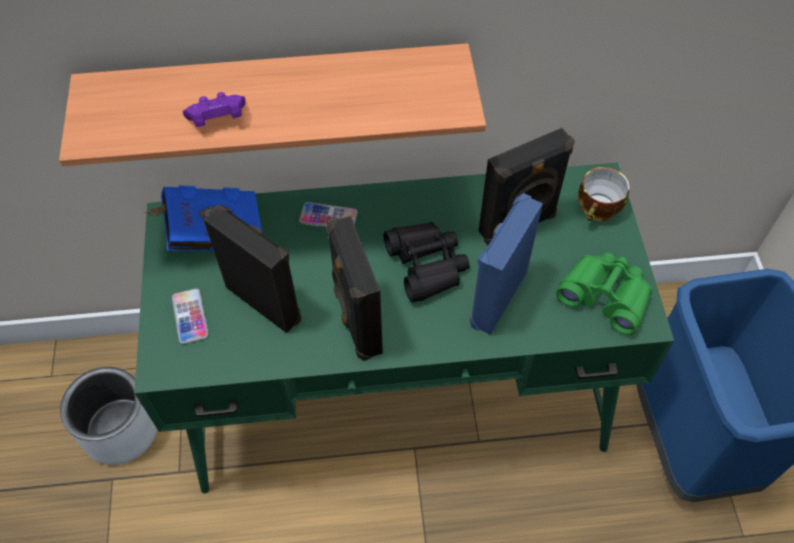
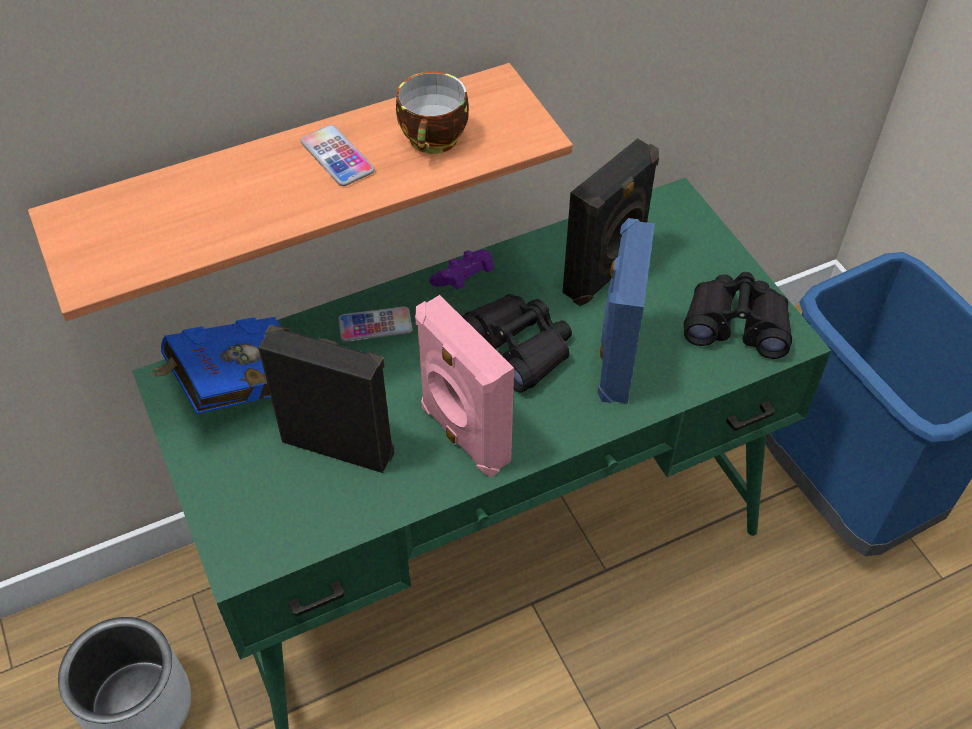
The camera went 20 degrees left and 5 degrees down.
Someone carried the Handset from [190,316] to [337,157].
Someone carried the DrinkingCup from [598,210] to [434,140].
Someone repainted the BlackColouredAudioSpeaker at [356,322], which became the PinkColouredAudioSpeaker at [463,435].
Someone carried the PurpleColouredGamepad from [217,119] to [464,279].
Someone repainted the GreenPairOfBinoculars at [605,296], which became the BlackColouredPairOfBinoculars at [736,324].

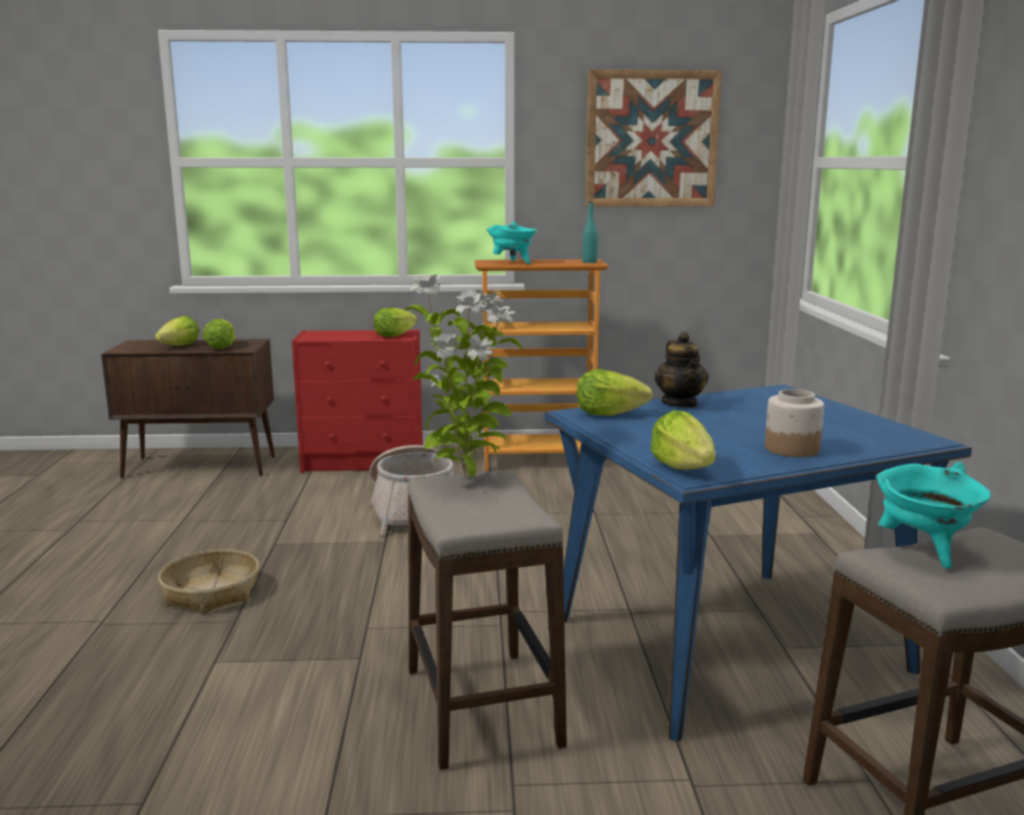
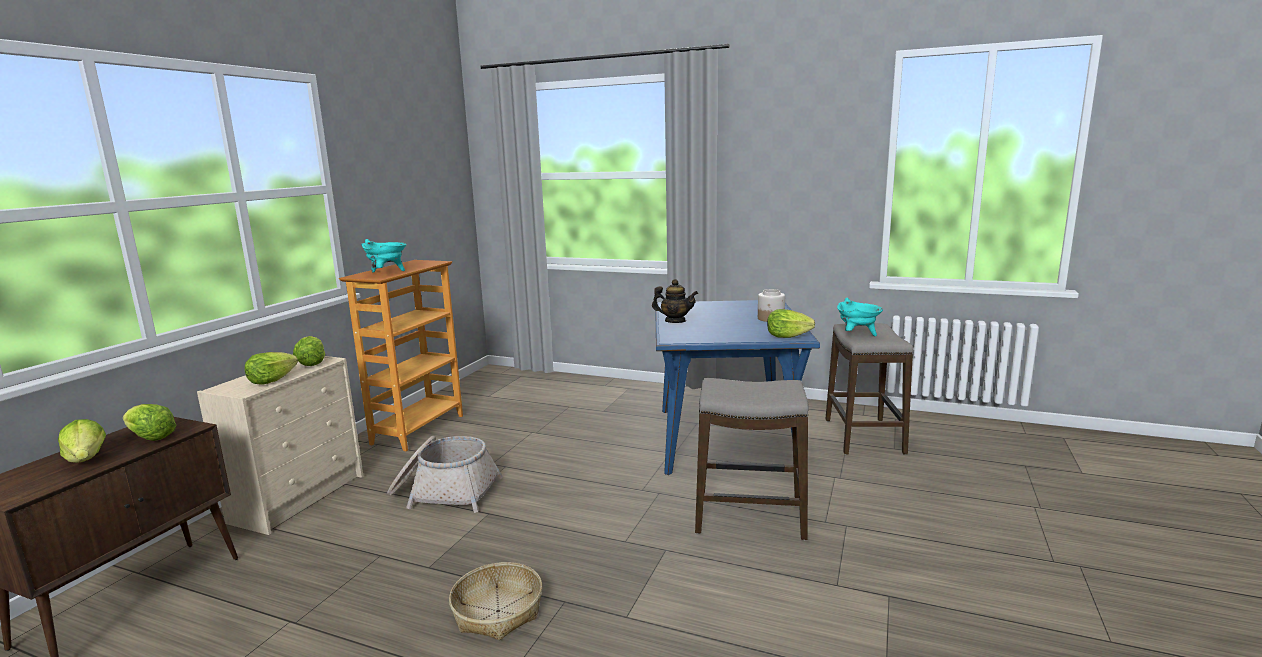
The camera went 65 degrees left and 0 degrees up.
Someone repainted the RedDrawerChest at [365,463], which became the BeigeColouredDrawerChest at [300,497].
Someone carried the HeadOfLettuce from [608,414] to [271,381].
Someone took away the PlantInAPot at [466,479].
Someone took away the BlueGreenBeverageBottle at [589,262].
Someone took away the WallArt at [651,139].

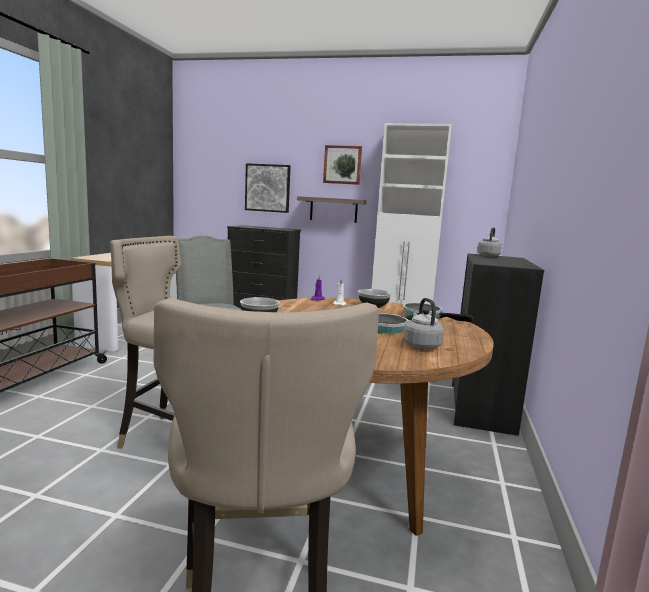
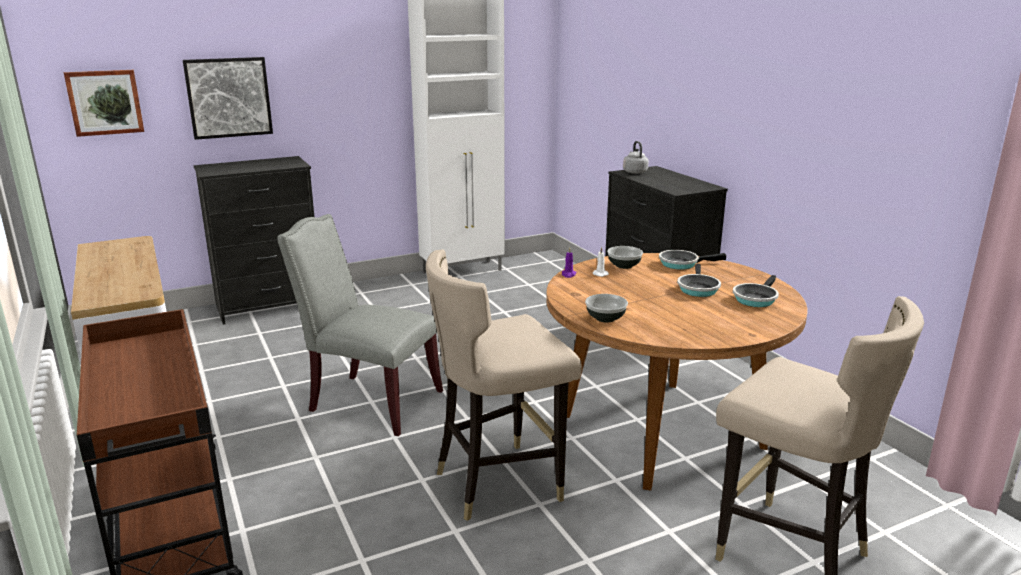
The camera went 40 degrees left and 10 degrees up.
Someone carried the WallArt from [342,165] to [105,102].
Someone swapped the GreyTeaKettle at [421,345] for the Pan at [755,298].
Someone took away the WallShelf at [333,209].

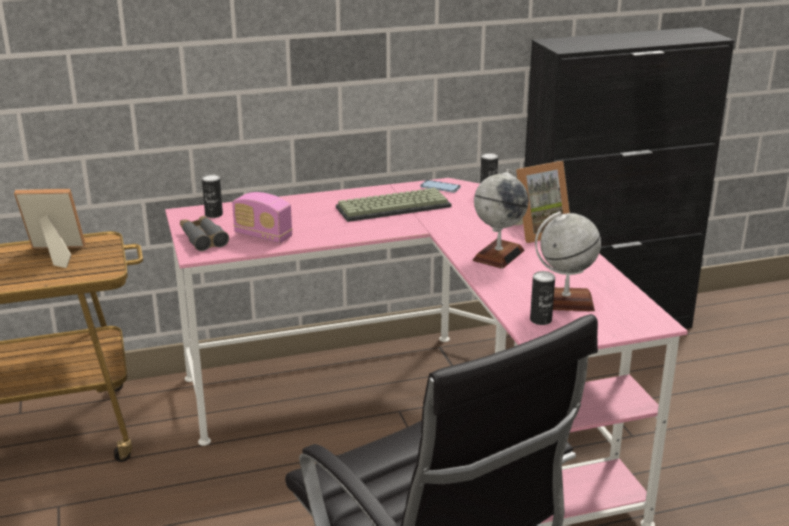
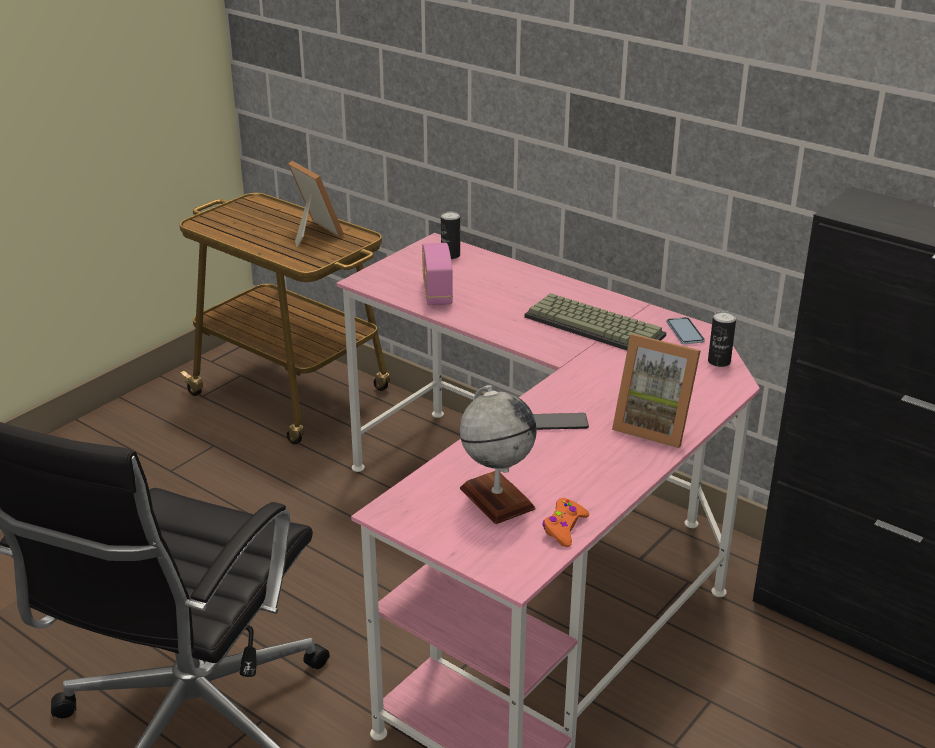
The camera went 55 degrees right and 5 degrees up.
Someone swapped the DeskGlobe at [498,255] for the Handset at [559,422].
Someone put down the OrangeGamepad at [564,528].
Someone took away the GreyPairOfBinoculars at [203,238].
Someone took away the MetalCan at [540,320].

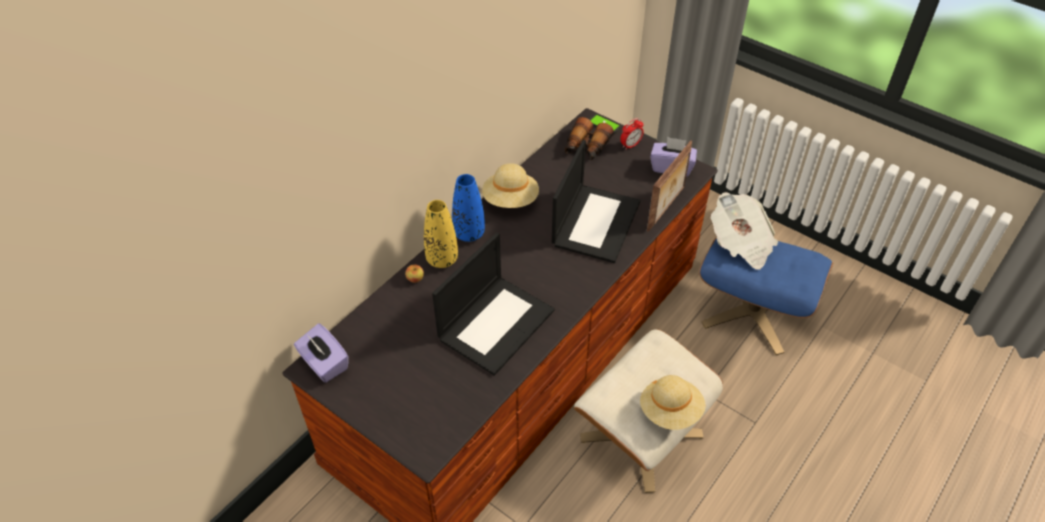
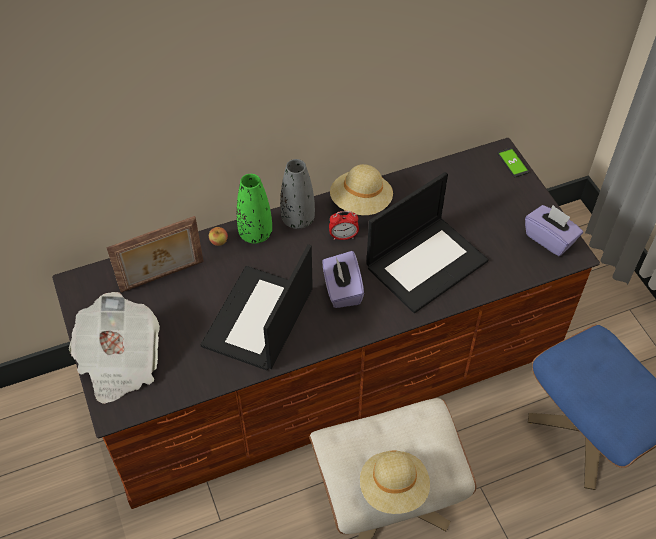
The camera went 30 degrees right and 5 degrees up.
Someone carried the PrintedPaper from [741,243] to [119,362].
Someone carried the PictureFrame from [666,209] to [163,277].
Someone rotated the PortableComputer at [496,323] by 135 degrees clockwise.
Someone repainted the YellowVase at [442,259], which became the GreenVase at [255,234].
Someone repainted the BlueVase at [469,233], which became the GreyVase at [298,219].
Someone carried the PurpleColouredBoxOfTissues from [324,364] to [342,290].
Someone carried the BedsideClock from [630,145] to [343,237].
Someone took away the PairOfBinoculars at [586,147].

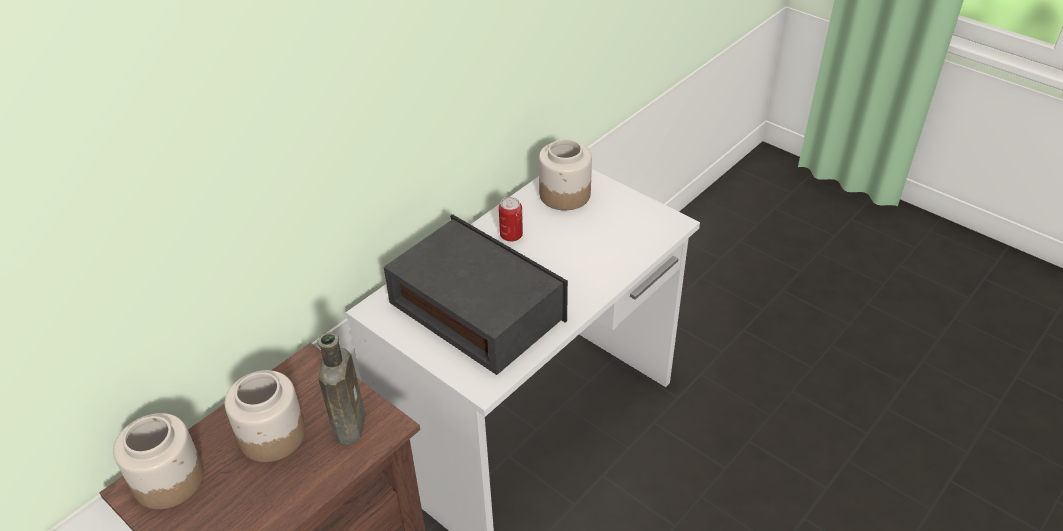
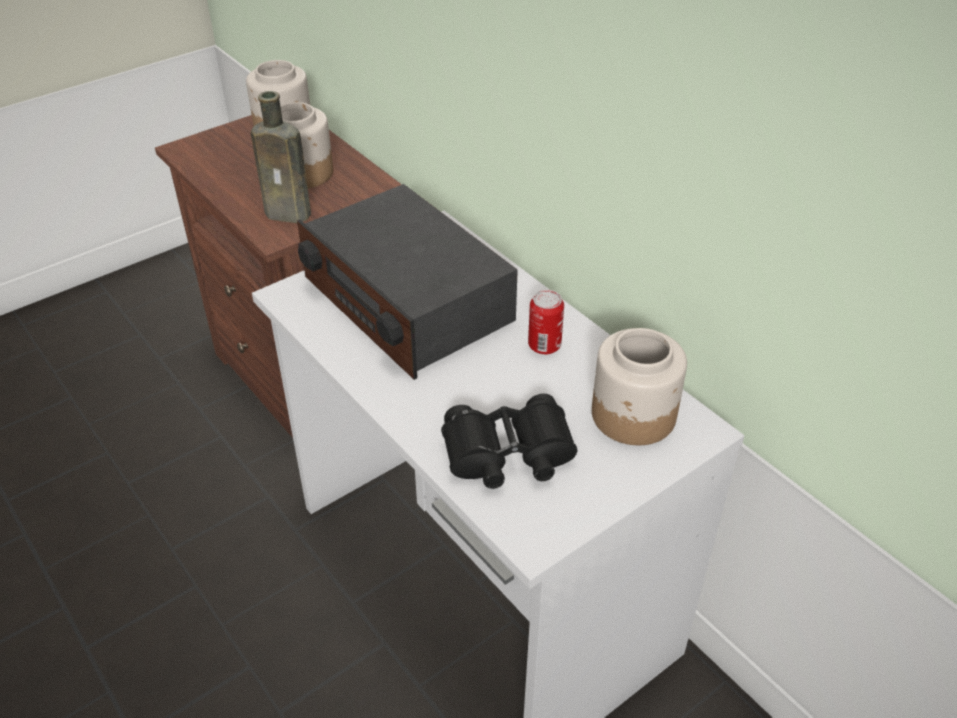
The camera went 100 degrees right and 0 degrees up.
Someone rotated the RadioSet at [477,311] by 90 degrees clockwise.
Someone put down the BlackColouredPairOfBinoculars at [508,455].

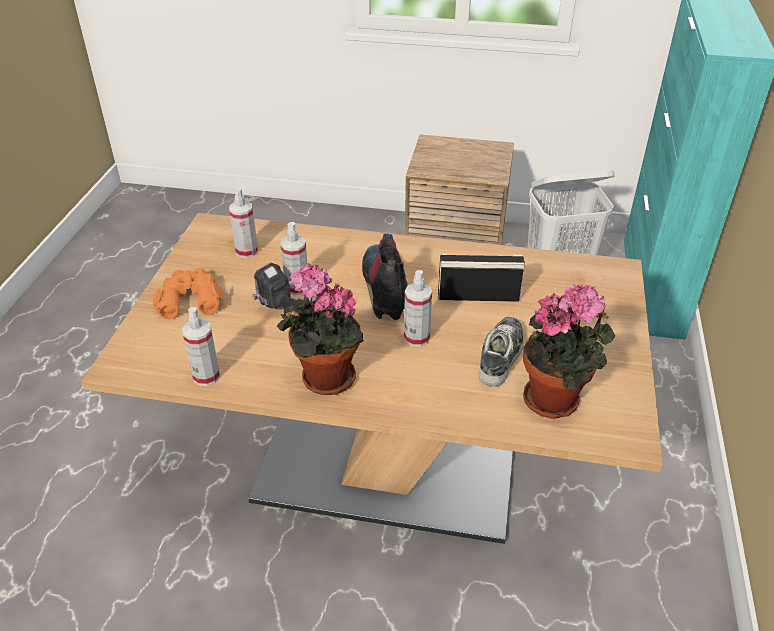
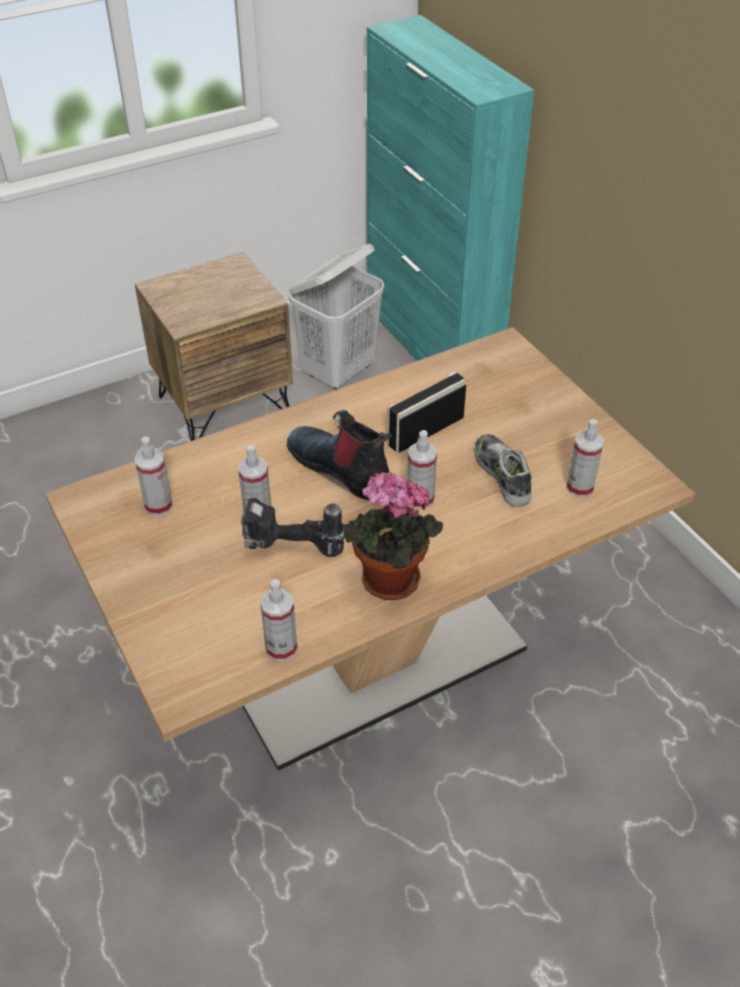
The camera went 40 degrees left and 5 degrees up.
Someone swapped the PlantInAPot at [556,400] for the HandSprayer at [580,487].
Someone took away the OrangePairOfBinoculars at [190,298].

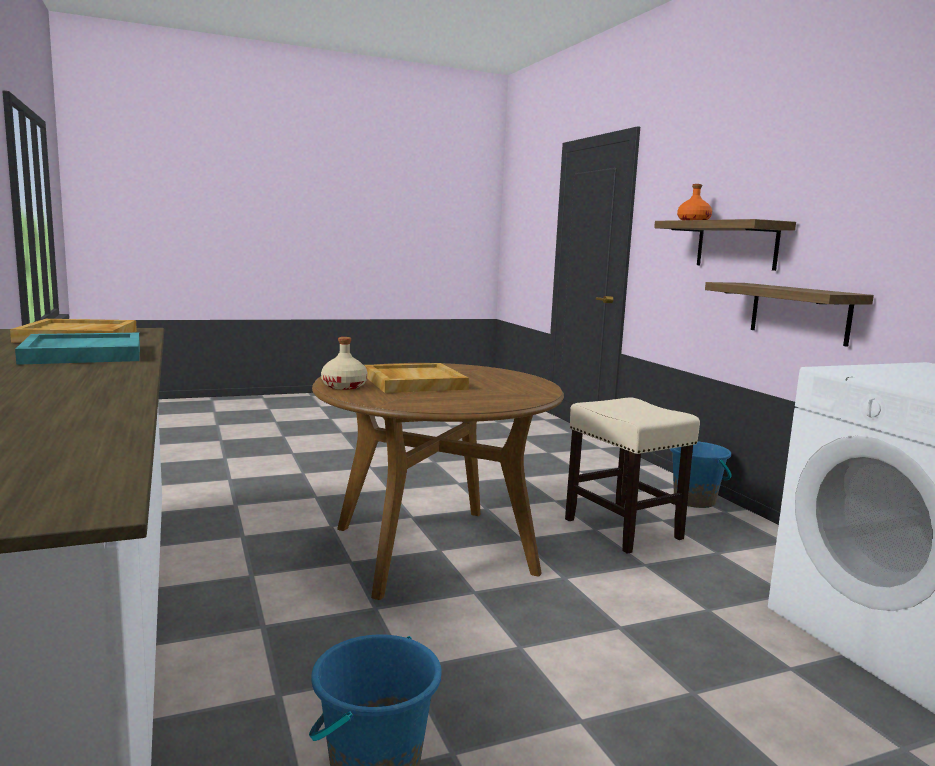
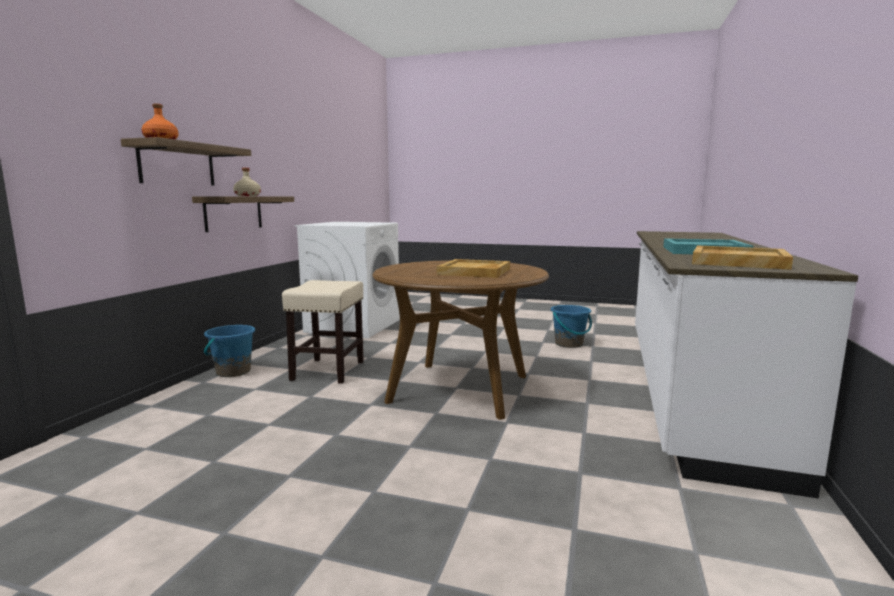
The camera went 140 degrees left and 0 degrees up.
Someone carried the BeigeColouredBeverageBottle from [344,386] to [247,196].

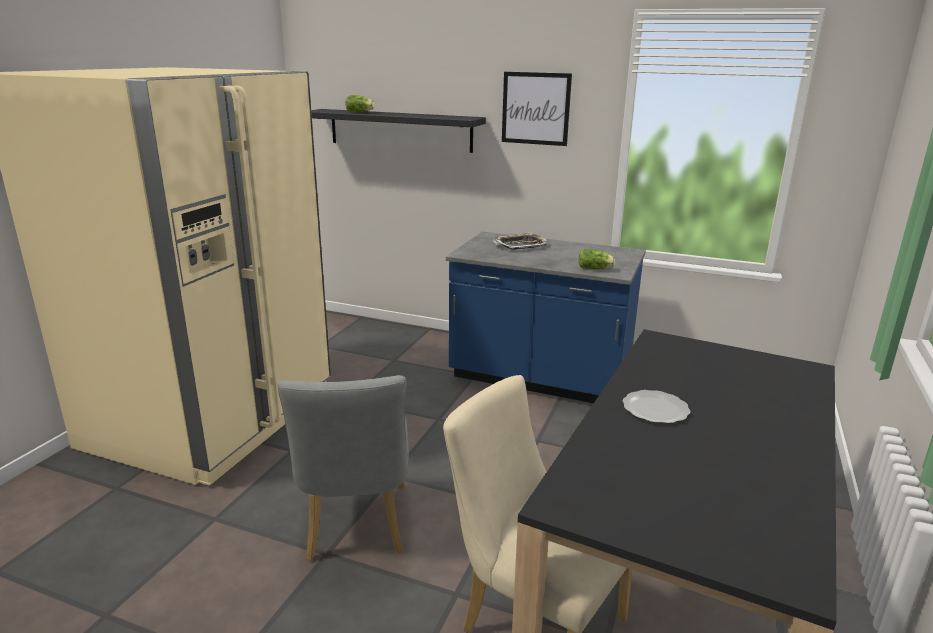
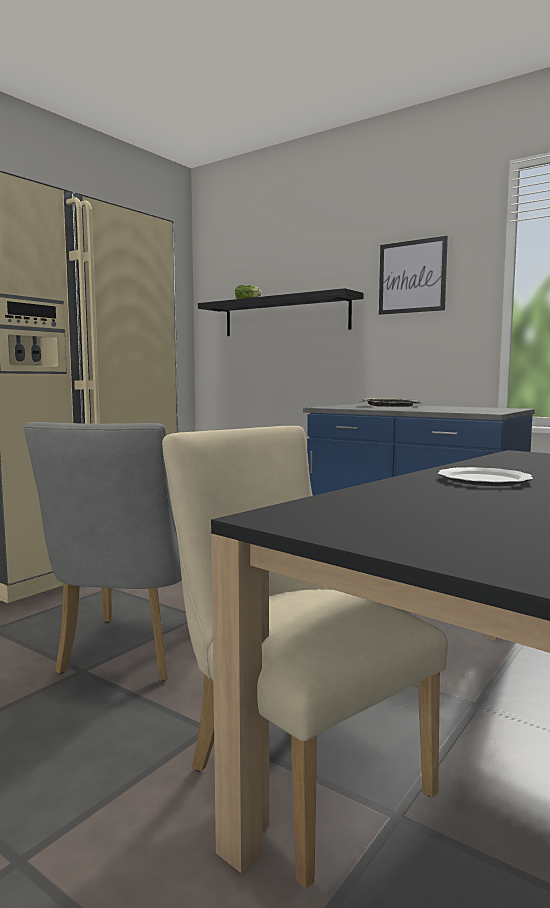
The camera went 15 degrees right and 15 degrees down.
Someone took away the HeadOfLettuce at [596,269].

